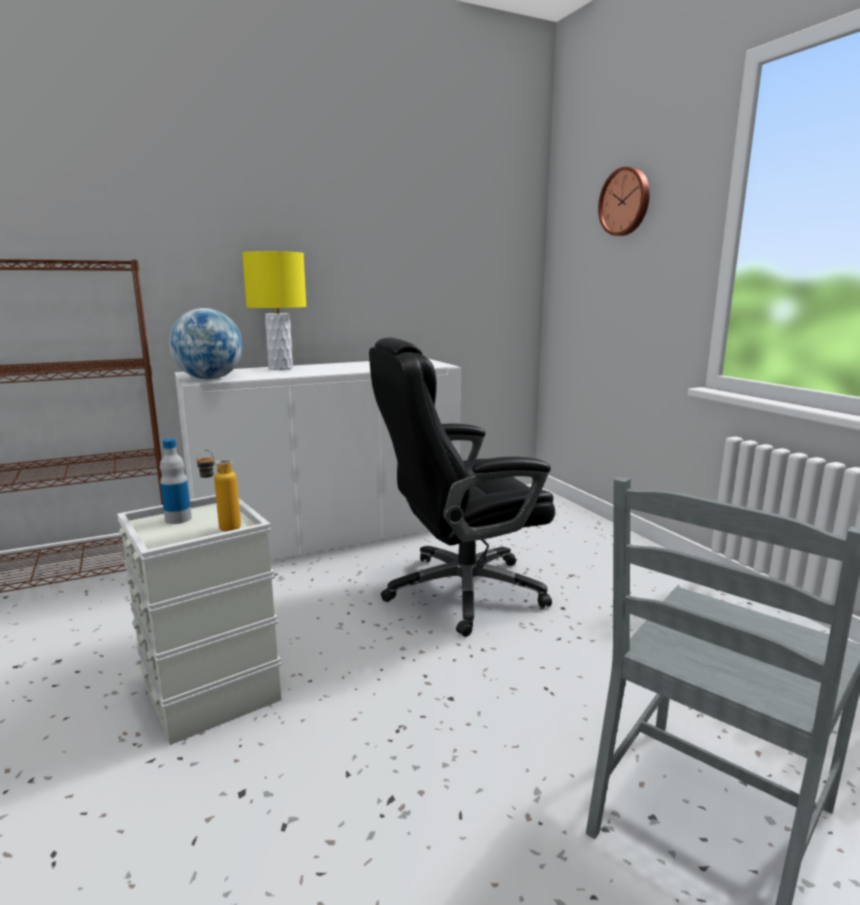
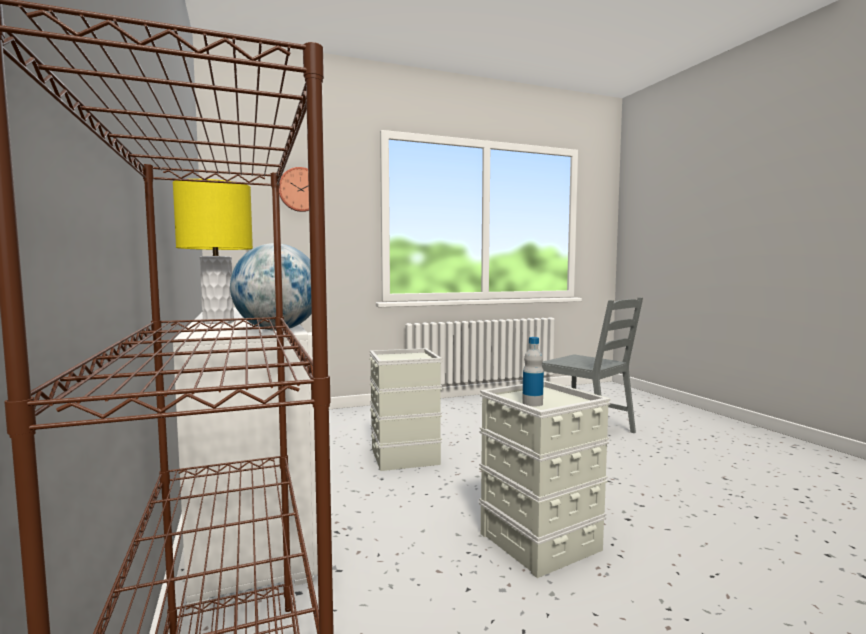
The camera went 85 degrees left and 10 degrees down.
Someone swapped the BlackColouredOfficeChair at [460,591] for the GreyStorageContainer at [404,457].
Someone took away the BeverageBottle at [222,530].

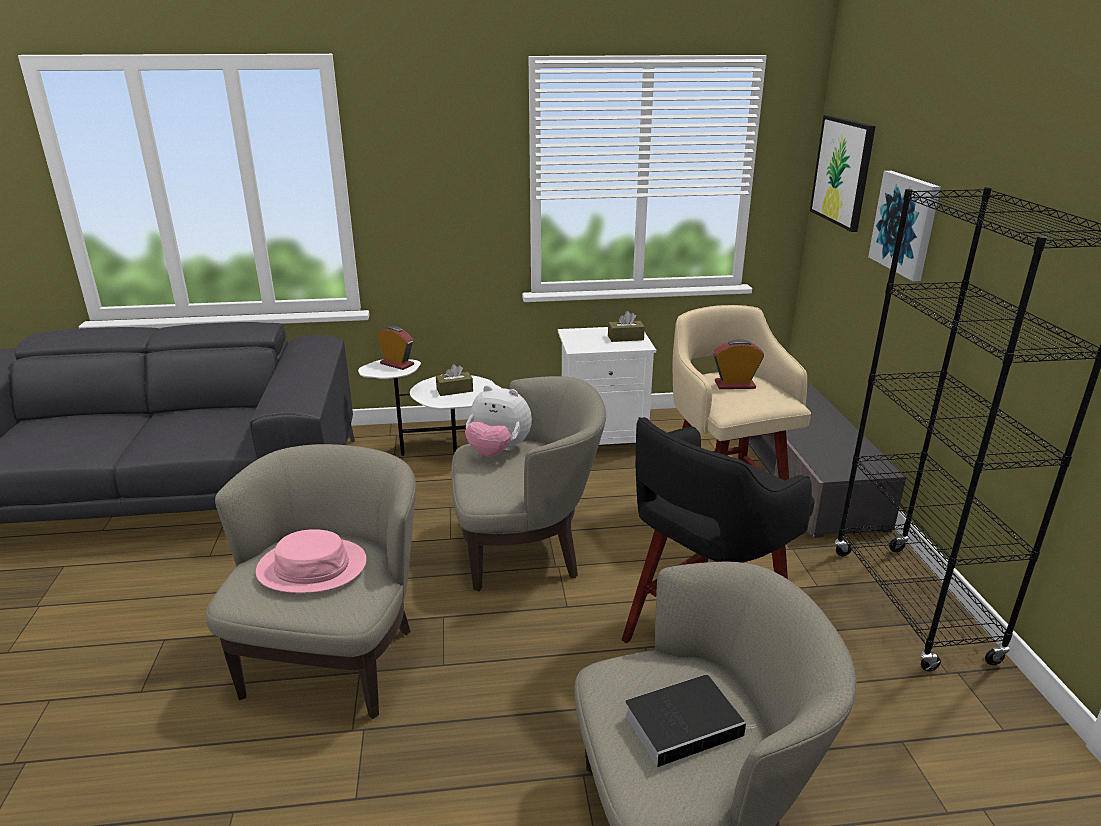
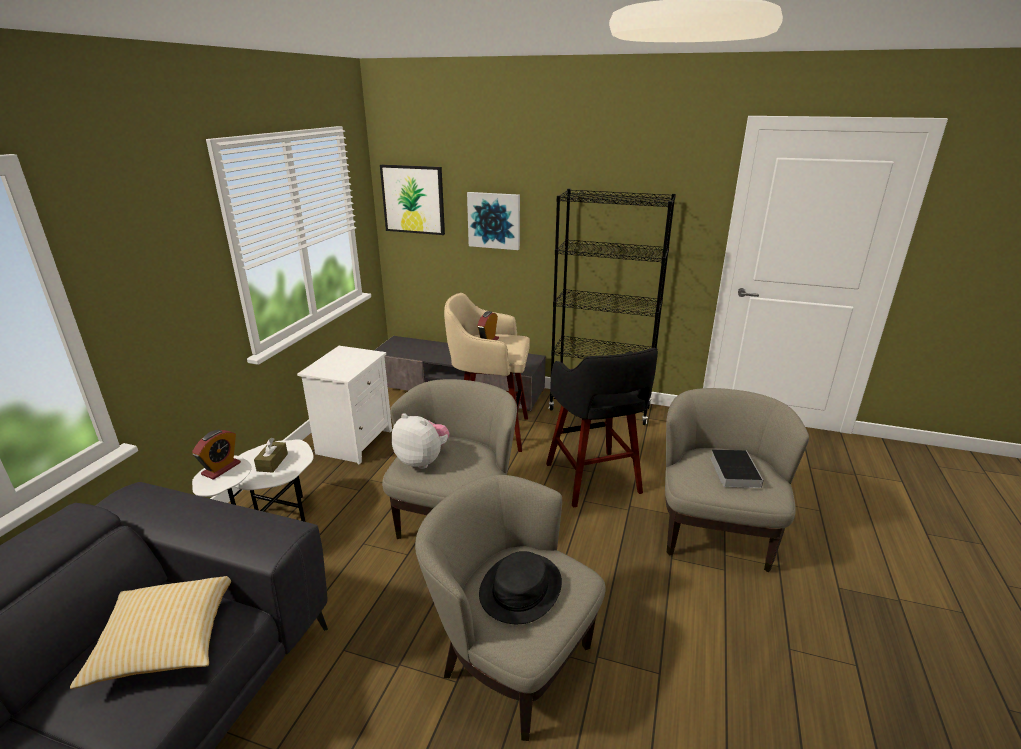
The camera went 65 degrees left and 0 degrees up.
Someone put down the ThrowPillow at [166,643].
Someone rotated the BedsideClock at [397,364] by 150 degrees clockwise.
Someone rotated the PlushToy at [498,451] by 105 degrees counterclockwise.
Someone repainted the PinkColouredHat at [312,567], which became the BlackColouredHat at [520,588].
Someone took away the BrownBoxOfTissues at [625,338].

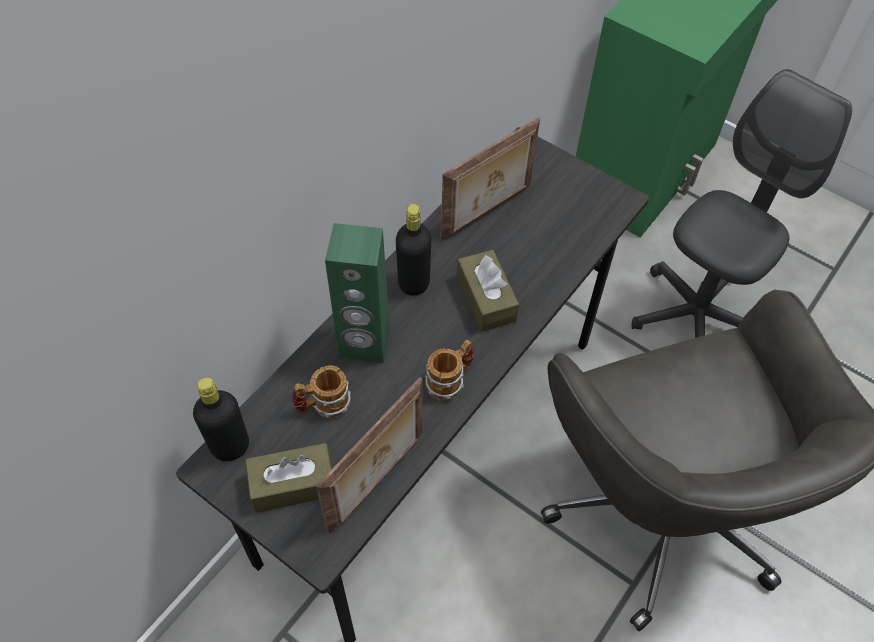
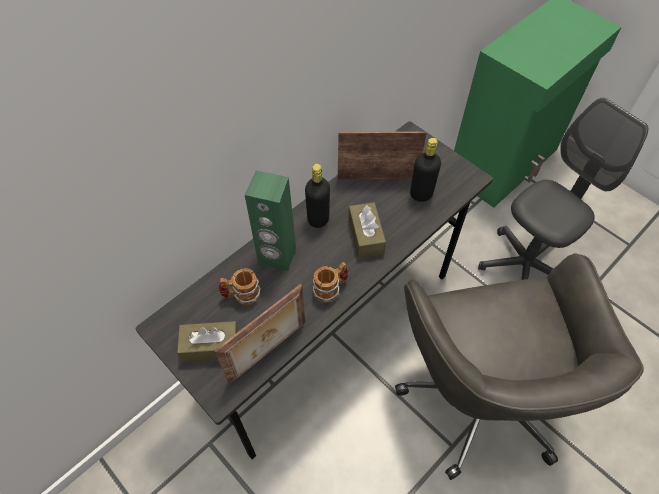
The camera went 10 degrees right and 0 degrees up.
Someone rotated the PictureFrame at [487,213] by 150 degrees counterclockwise.
Someone carried the BlackColouredBeverageBottle from [230,446] to [421,194].

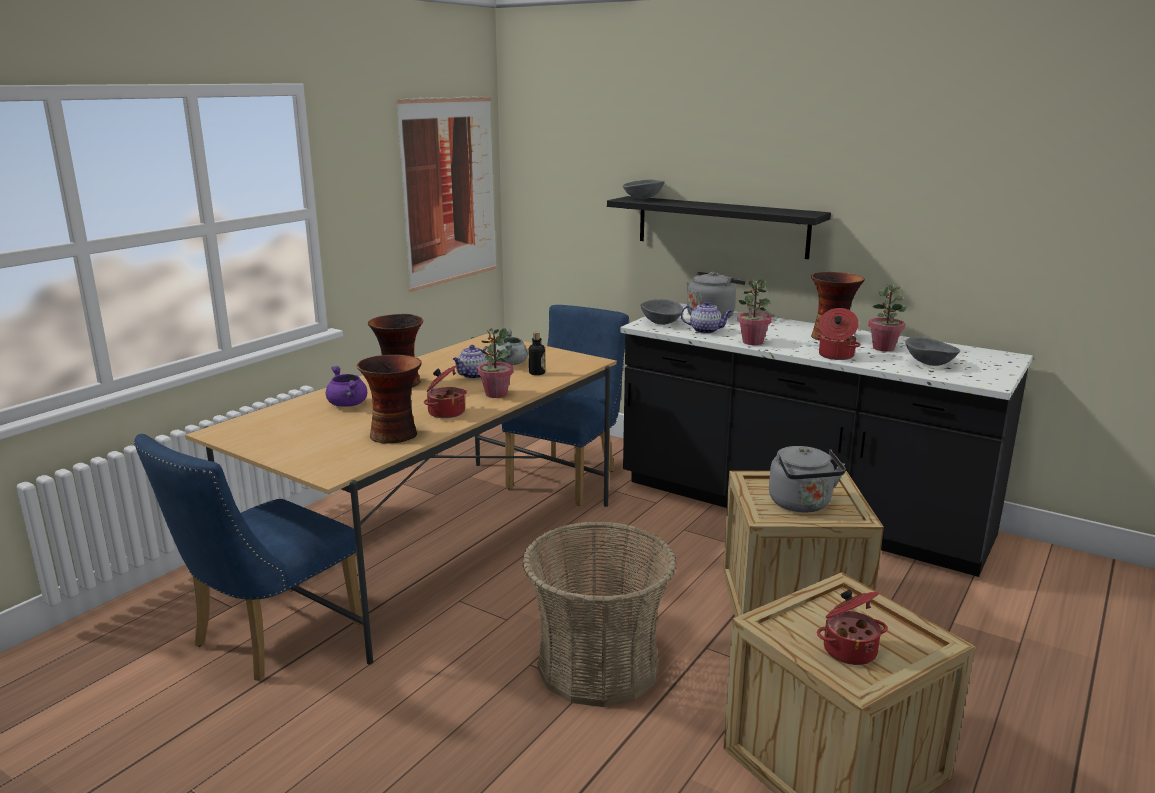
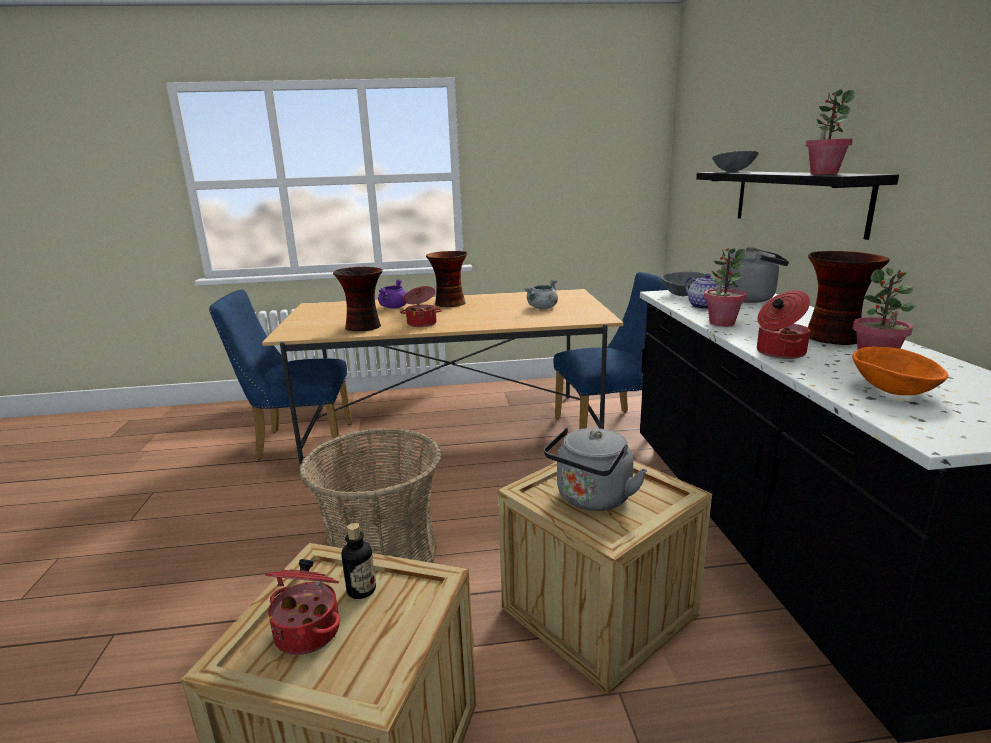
The camera went 50 degrees right and 0 degrees up.
Someone carried the BeverageBottle from [537,373] to [361,590].
Someone carried the PlantInAPot from [495,394] to [823,174].
Someone repainted the GreyBowl at [929,364], which became the OrangeBowl at [893,391].
Someone took away the WallArt at [449,191].
Someone took away the PotForTea at [473,375].

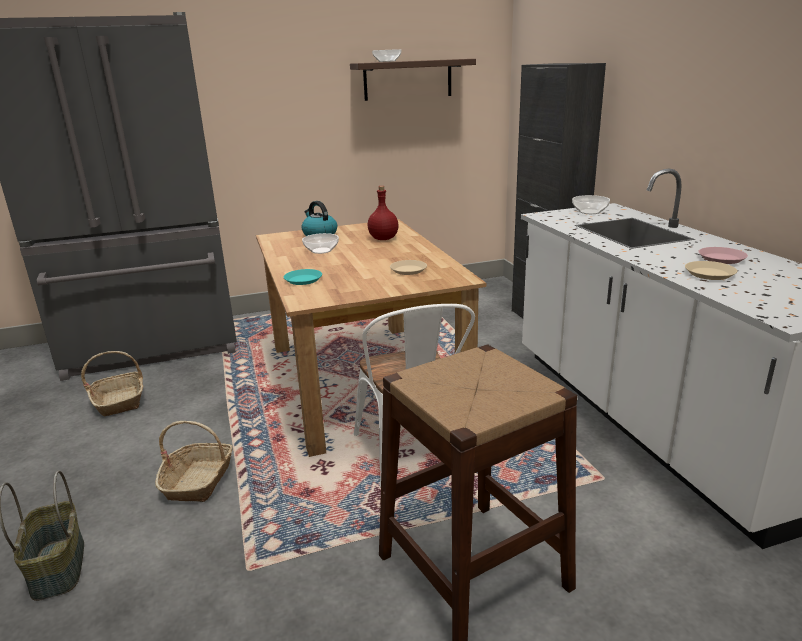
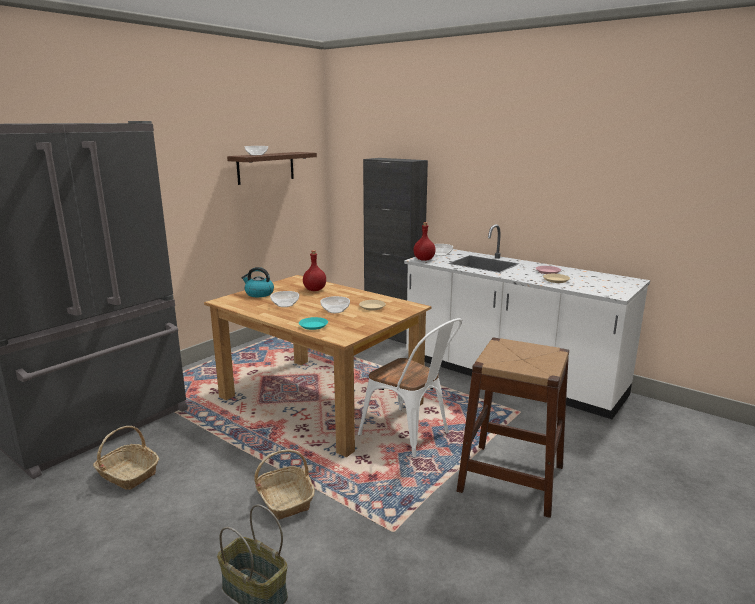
The camera went 35 degrees left and 5 degrees down.
Someone put down the Bowl at [336,310].
Someone put down the RedBeverageBottle at [424,260].

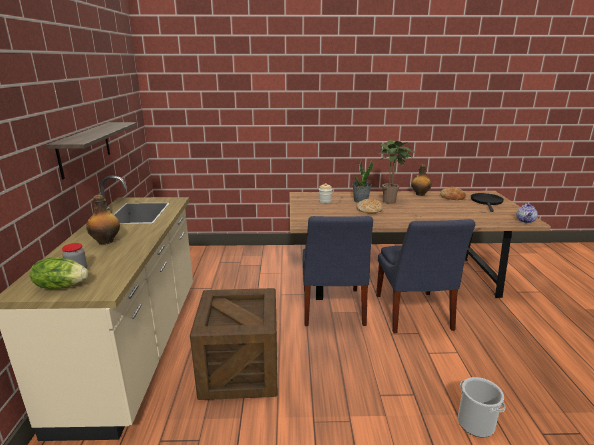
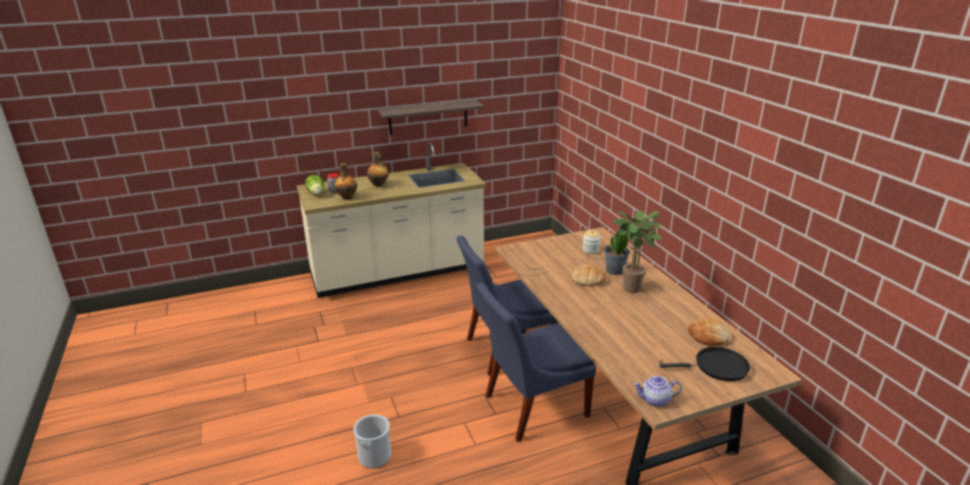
The camera went 70 degrees right and 5 degrees up.
Someone carried the BeverageBottle from [420,194] to [347,197].
Someone took away the Crate at [240,371].

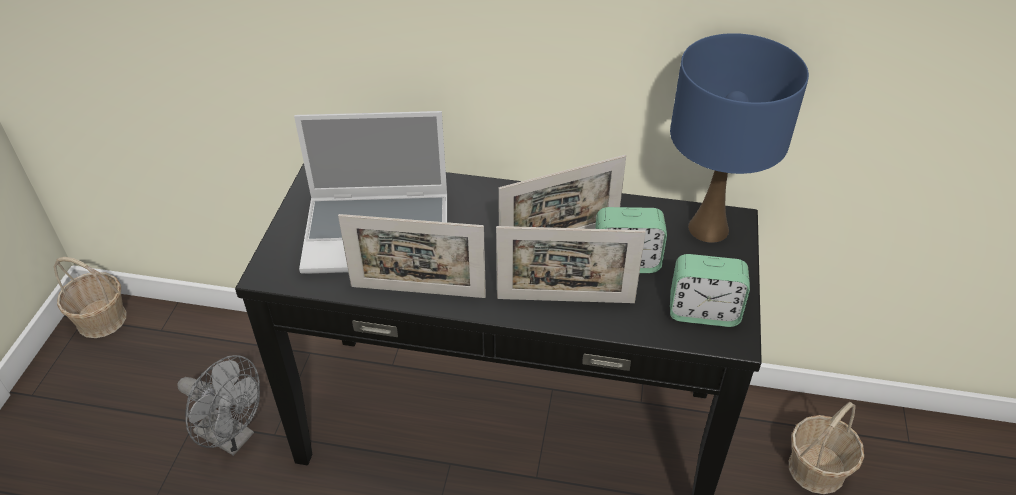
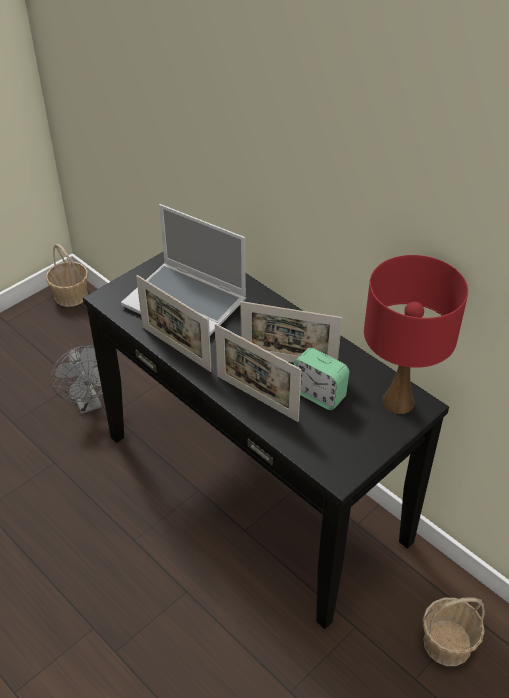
The camera went 35 degrees right and 0 degrees up.
Someone repainted the BlueTableLamp at [709,228], which became the RedTableLamp at [398,402].
Someone took away the BedsideClock at [703,312].

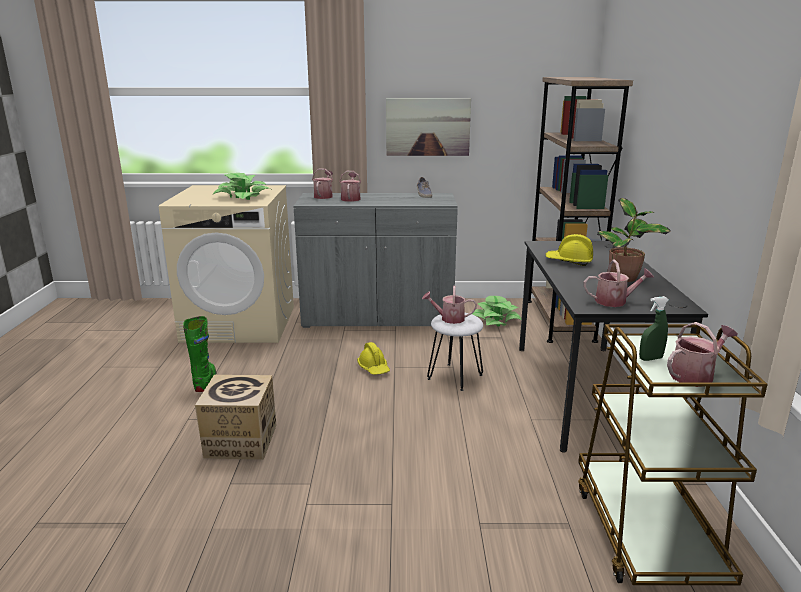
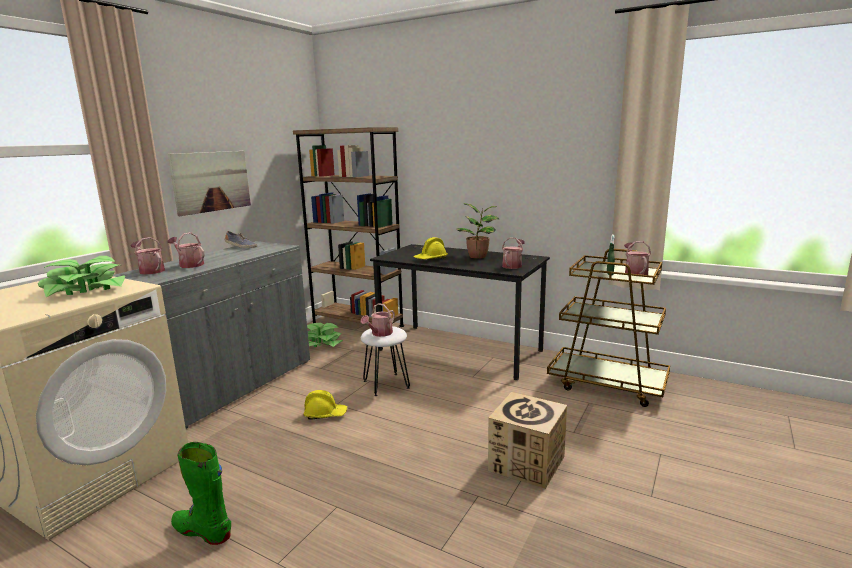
The camera went 60 degrees left and 5 degrees down.
Someone carried the Carton from [240,441] to [526,463].

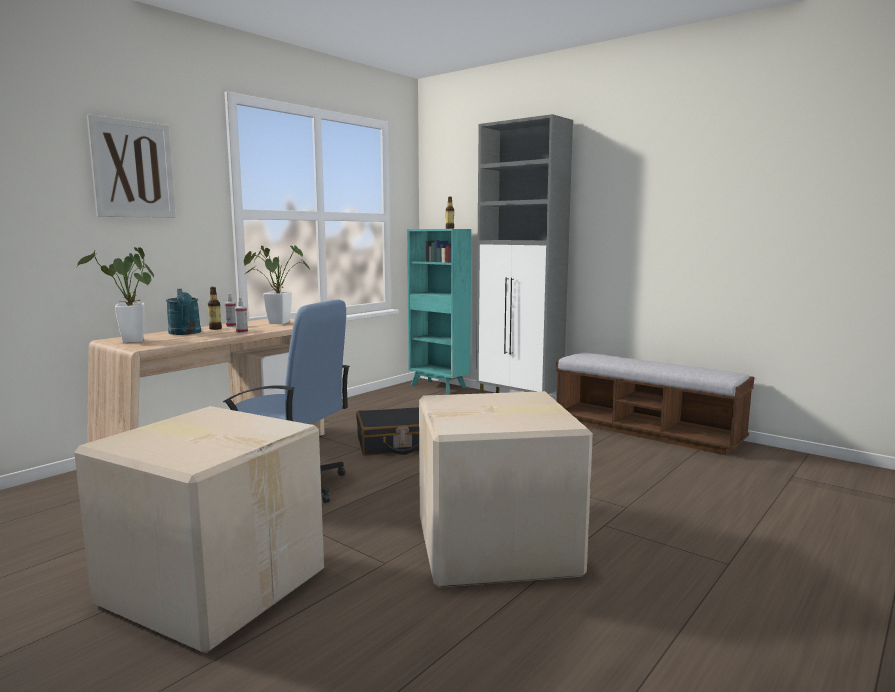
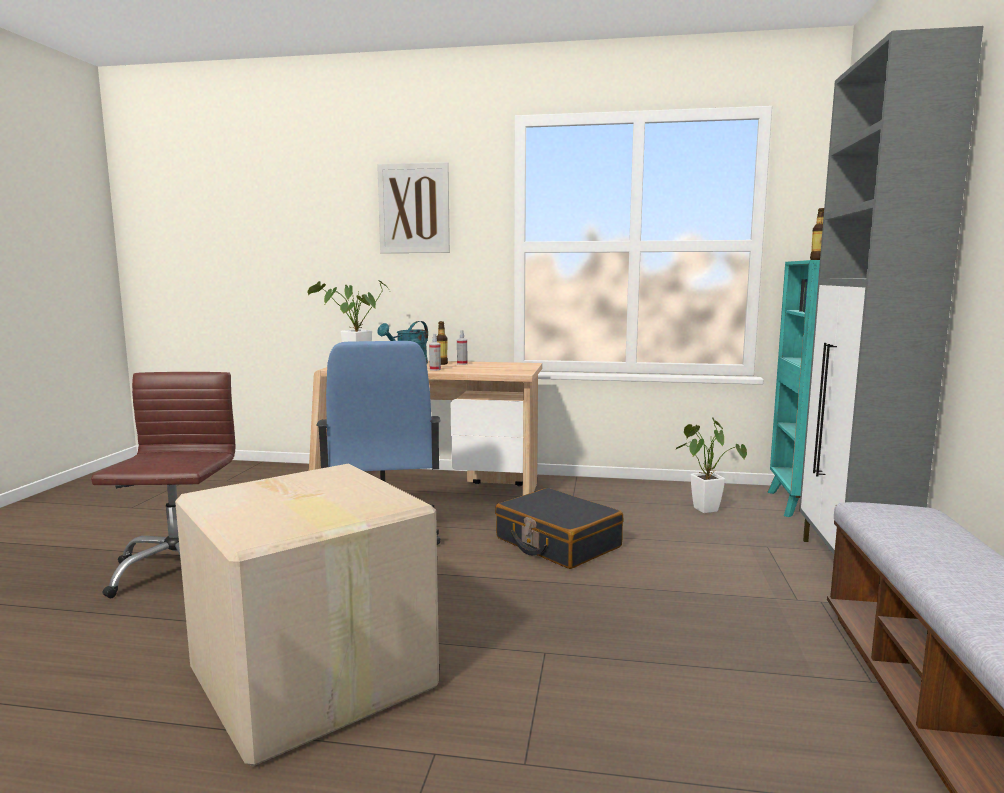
The camera went 60 degrees right and 0 degrees up.
Someone swapped the Carton at [214,585] for the BrownOfficeChair at [178,570].
Someone carried the PlantInAPot from [274,323] to [702,508].

